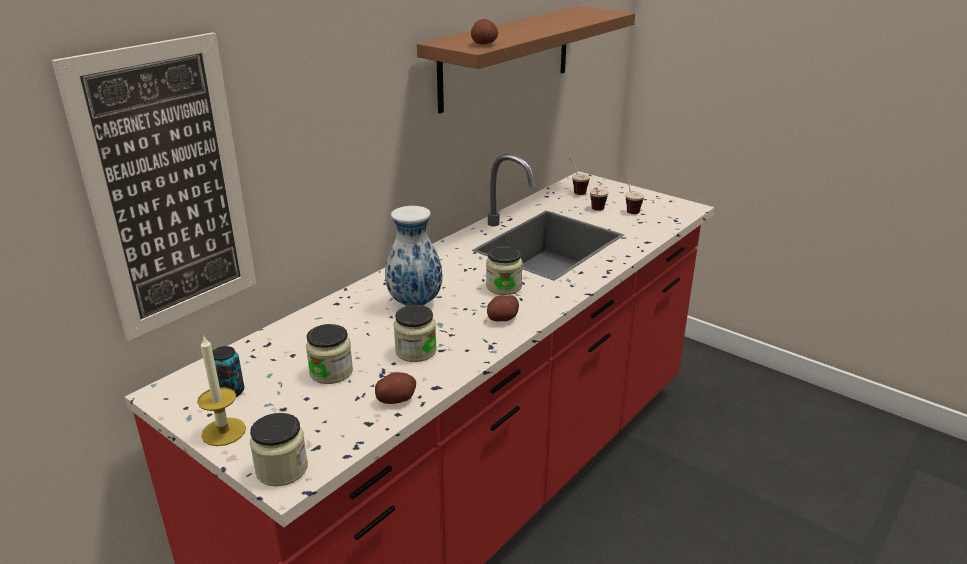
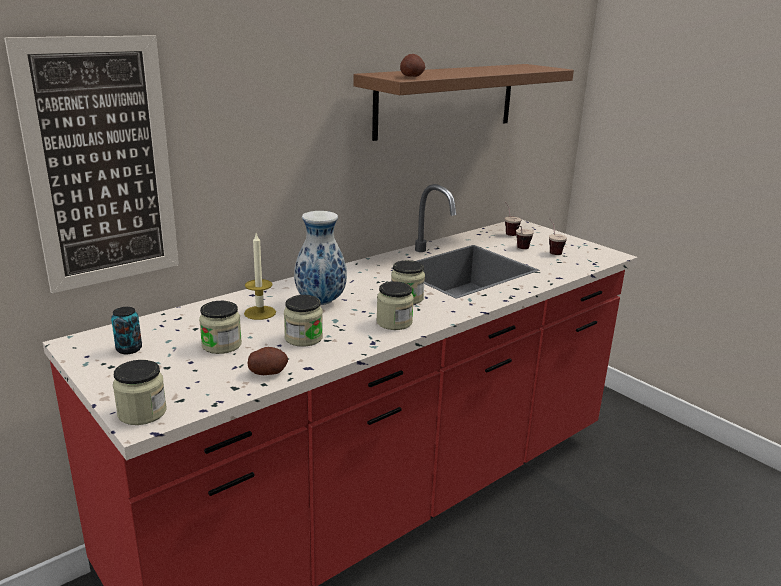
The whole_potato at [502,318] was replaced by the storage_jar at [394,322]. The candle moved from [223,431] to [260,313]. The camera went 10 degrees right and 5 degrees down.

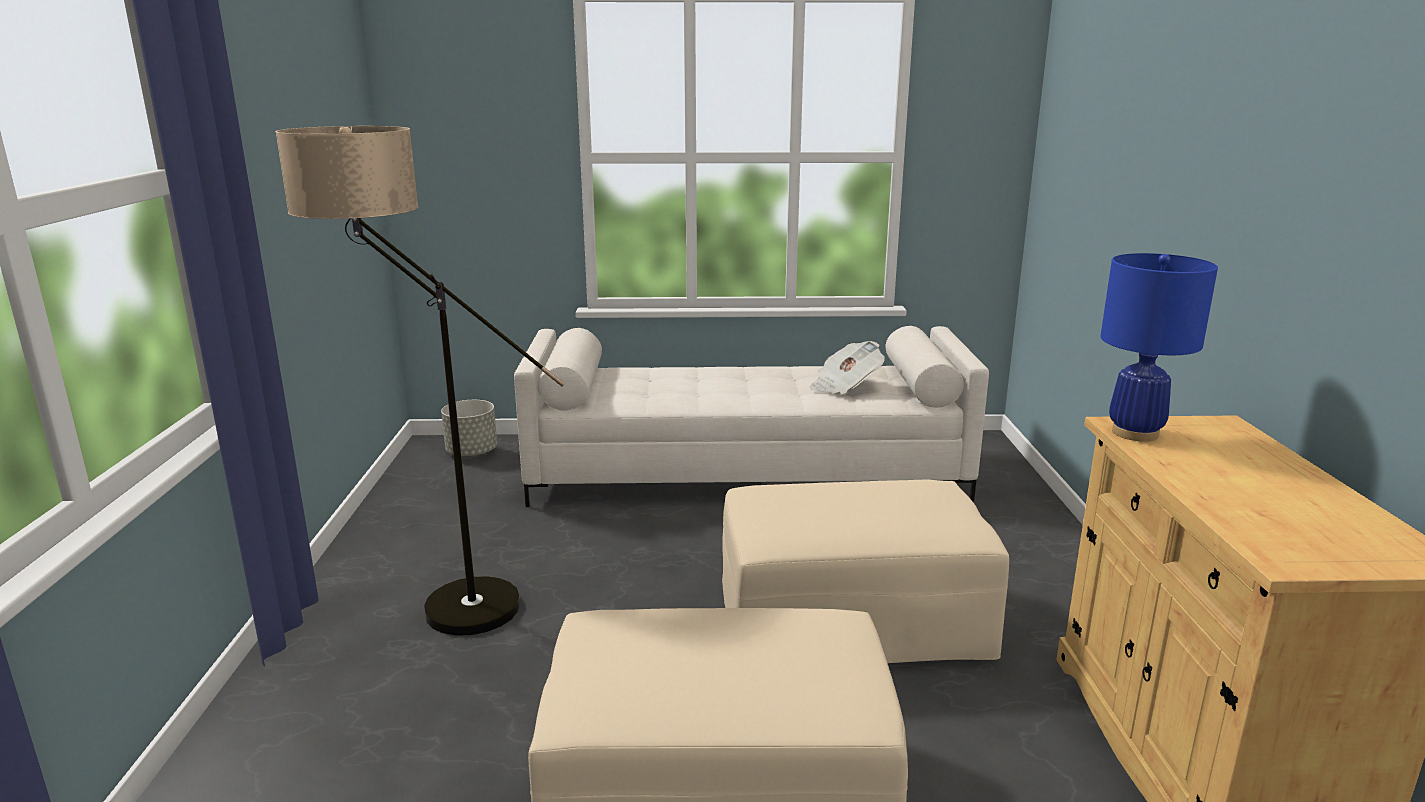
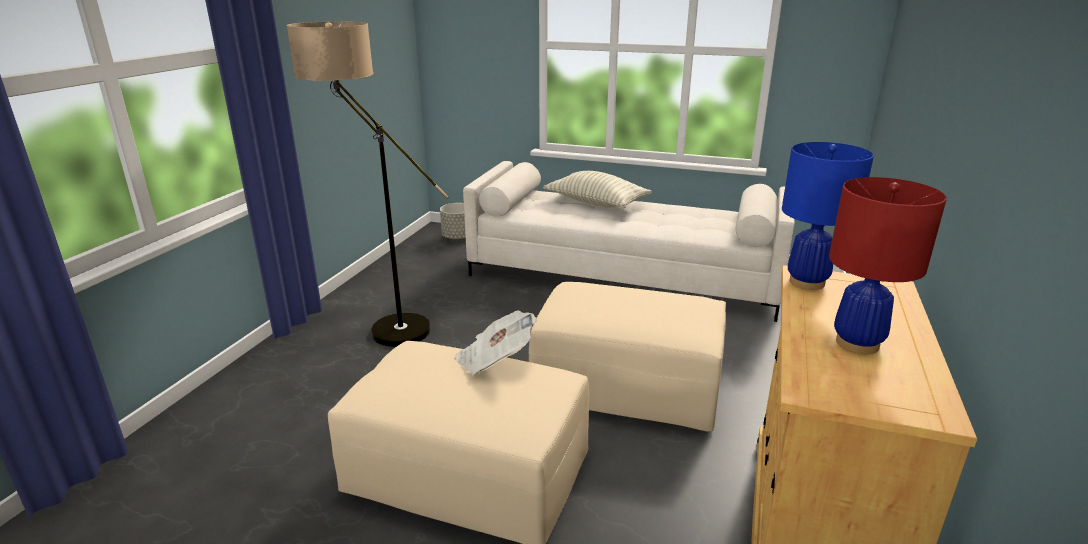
The newspaper moved from [845,386] to [495,360]. The throw_pillow at [596,203] appeared. The red_tabletop_lamp at [857,343] appeared. The camera went 20 degrees right and 5 degrees up.

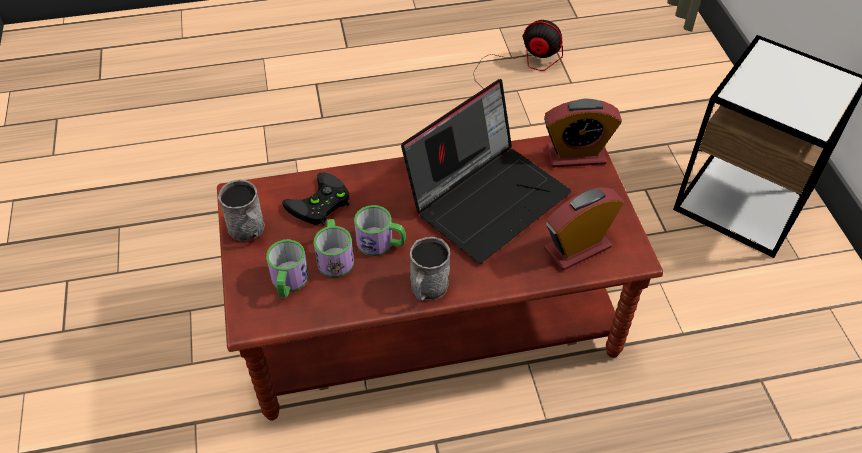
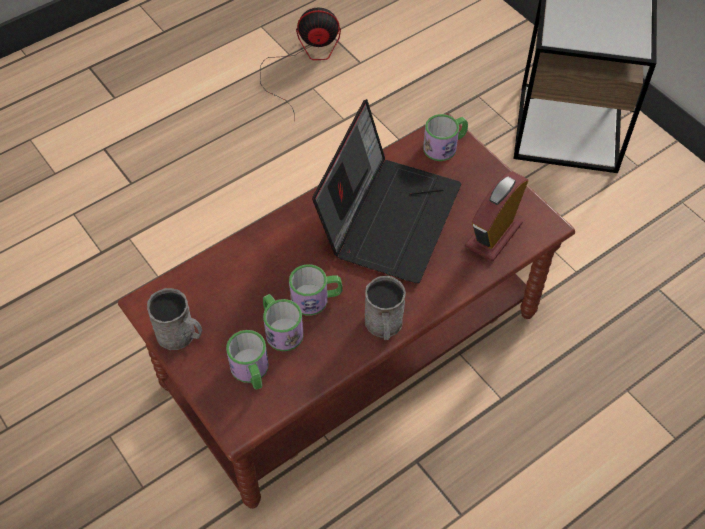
The bedside_clock at [576,155] was replaced by the mug at [445,146]. The black-coloured_game_controller at [319,205] disappeared. The camera went 25 degrees left and 5 degrees up.

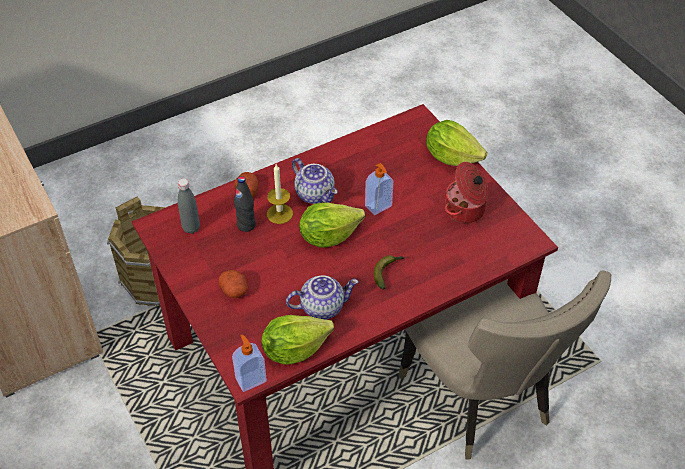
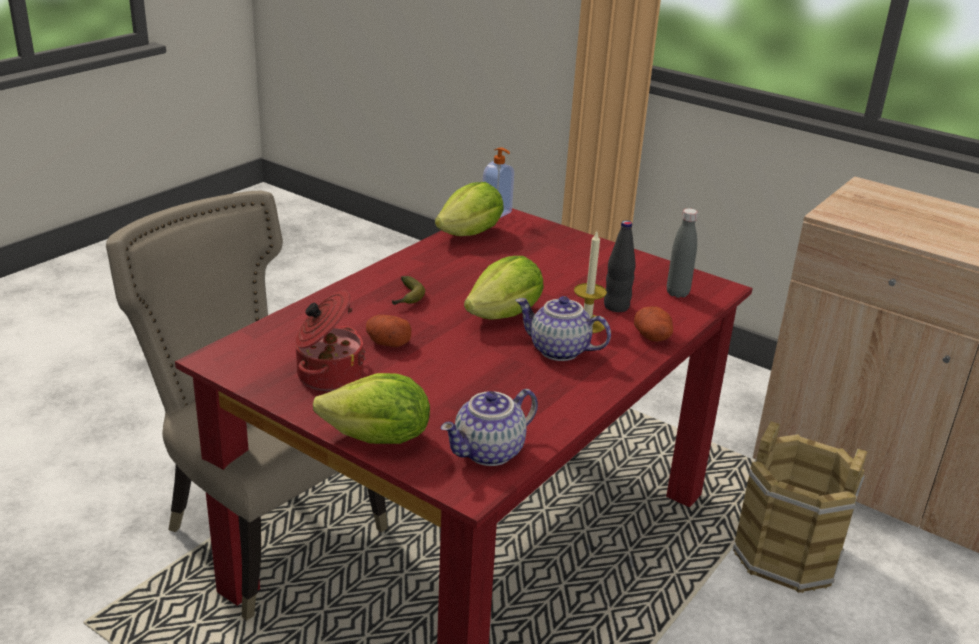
The liquid_soap_bottle at [379,206] disappeared. The whole_potato moved from [235,290] to [387,342]. The pot_for_tea moved from [322,306] to [489,453]. The camera went 155 degrees right and 20 degrees down.

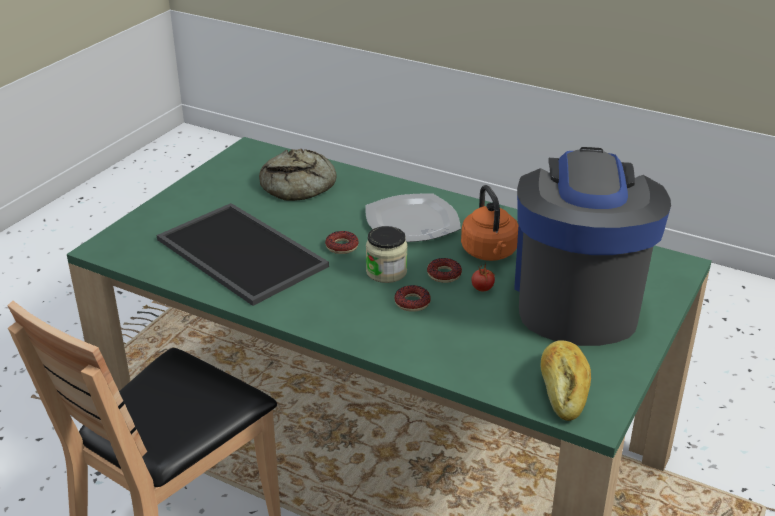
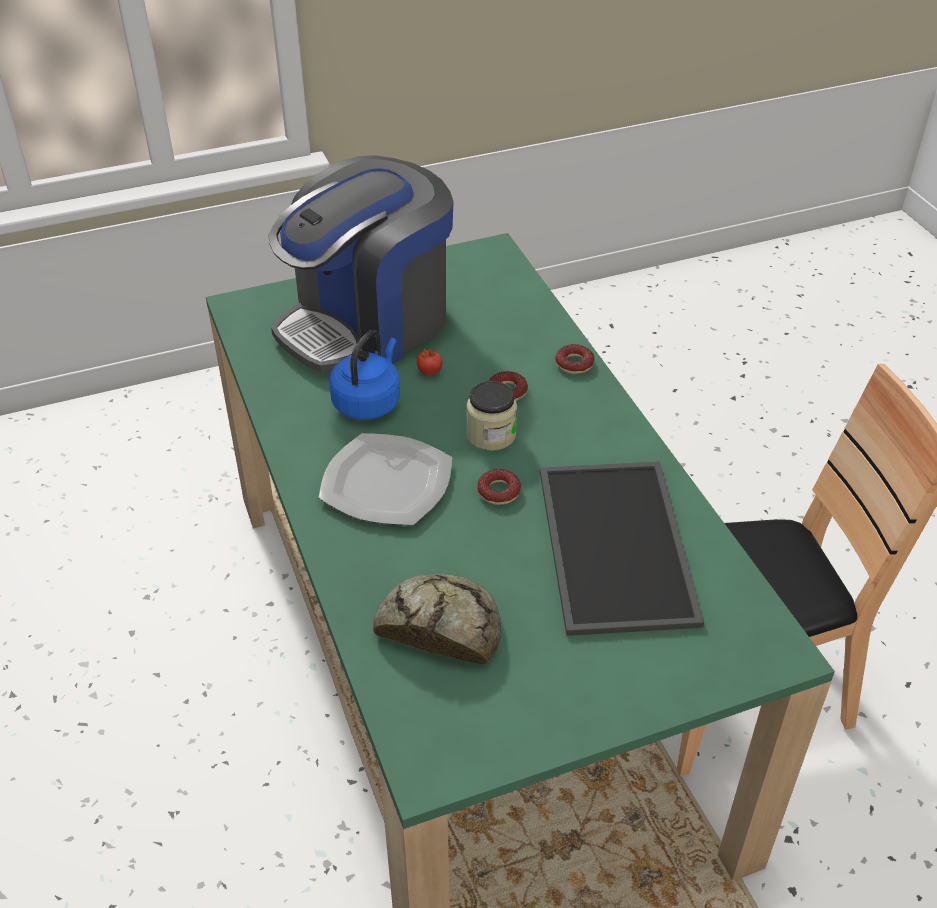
The orange-coloured_water_kettle at [490,253] became the blue_water_kettle at [368,402]. The donut moved from [444,274] to [574,363]. The bread at [563,389] disappeared. The camera went 140 degrees left and 10 degrees up.

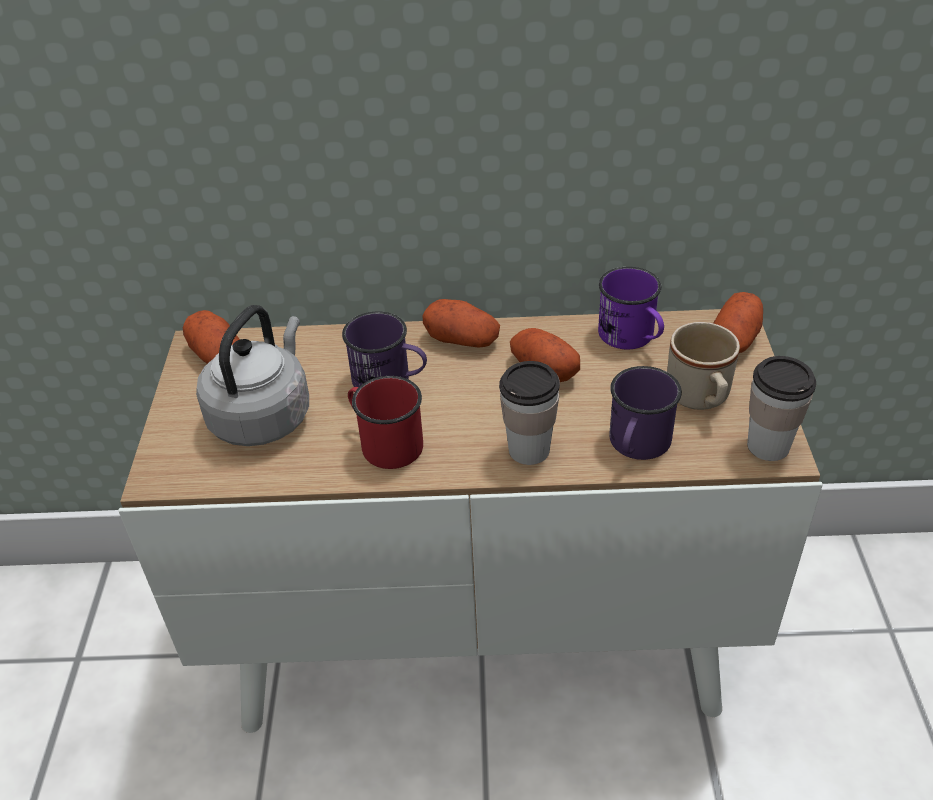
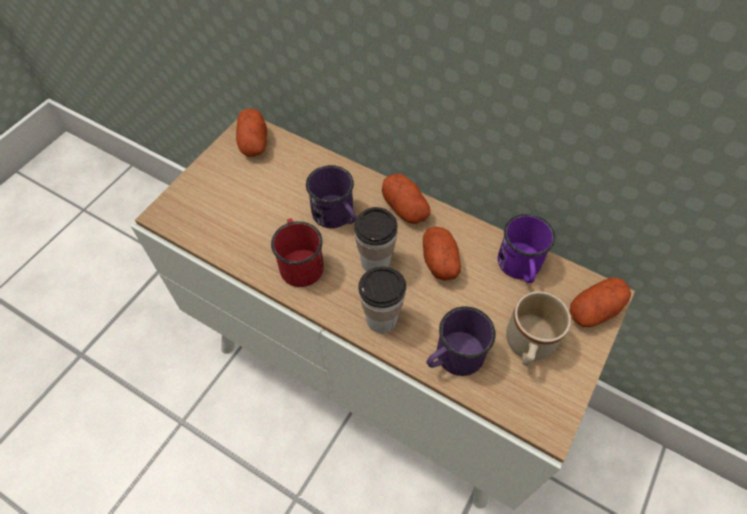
The greyish_water_kettle at [264,416] disappeared. The small_cup moved from [768,446] to [375,262]. The camera went 30 degrees right and 15 degrees up.

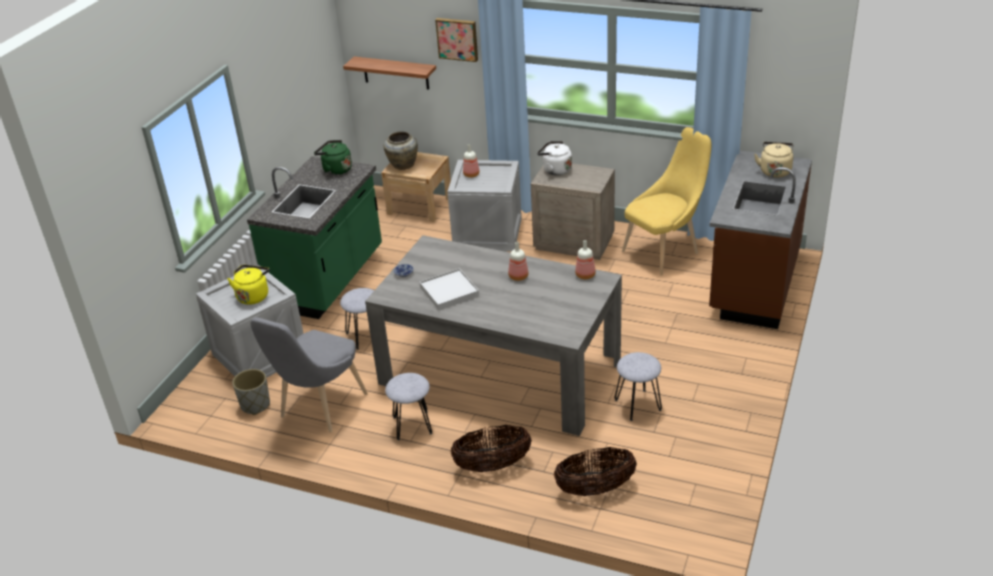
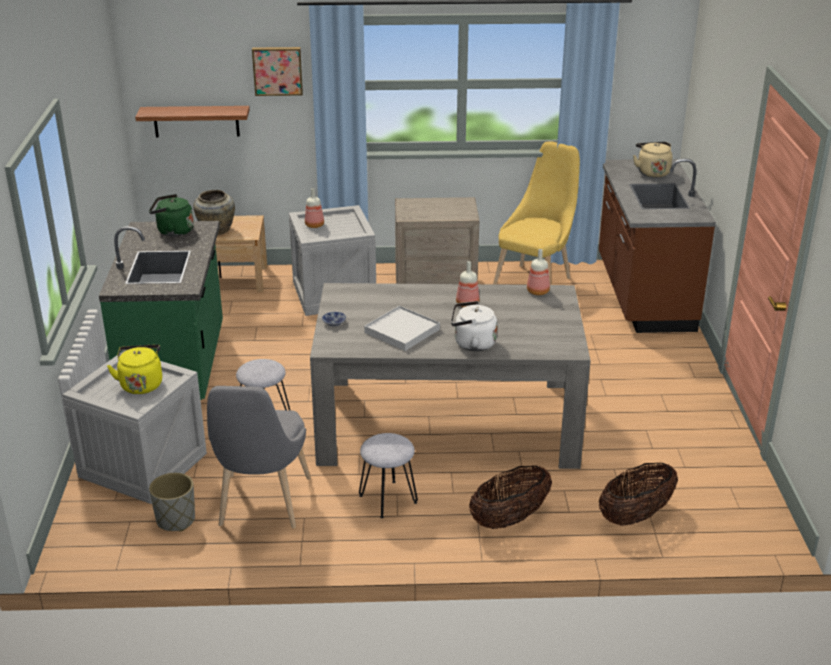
The whitish_water_kettle moved from [555,170] to [472,344]. The greyish_stool_seat at [638,405] disappeared. The camera went 25 degrees left and 5 degrees down.

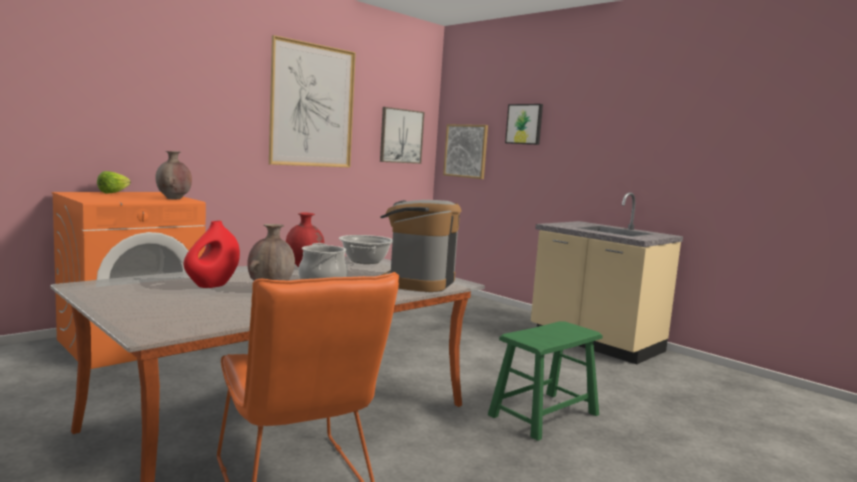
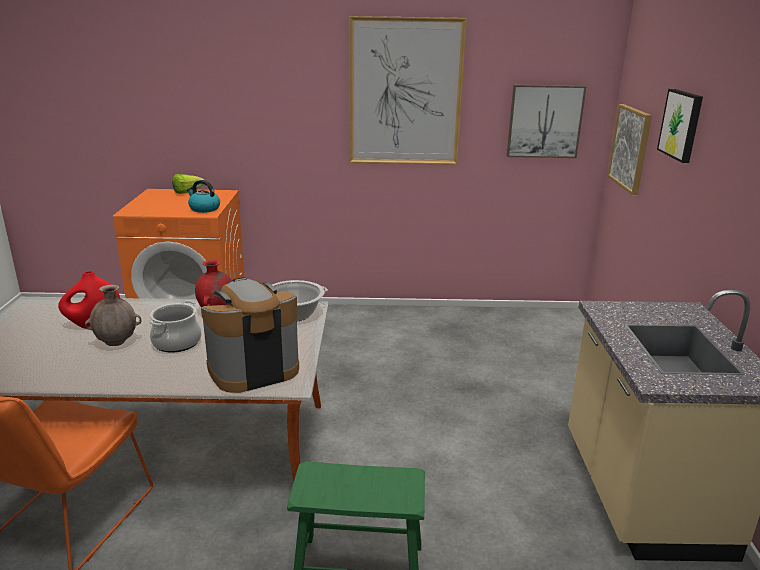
The brownish_vase at [174,199] was replaced by the water_kettle at [204,209]. The camera went 45 degrees right and 15 degrees up.

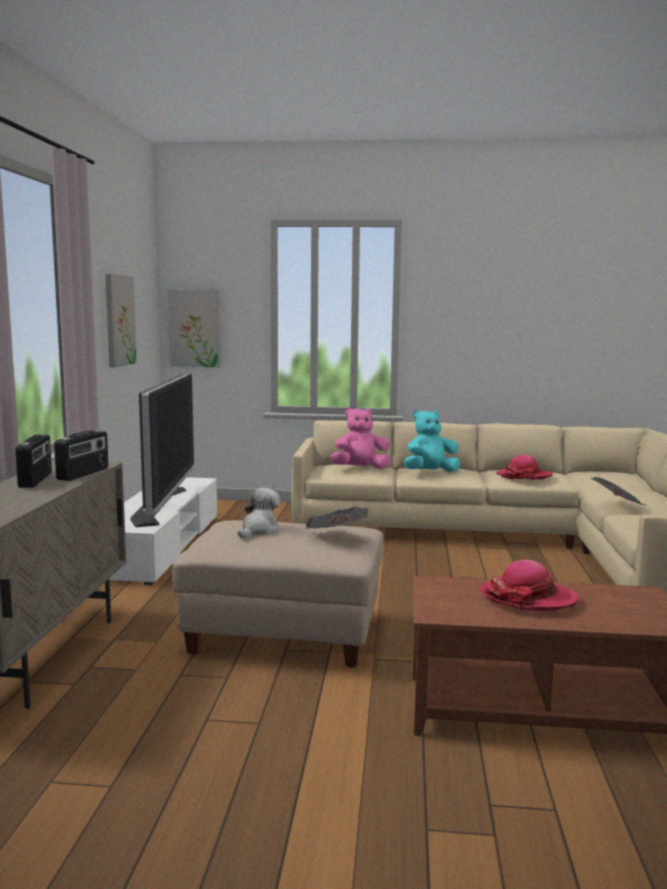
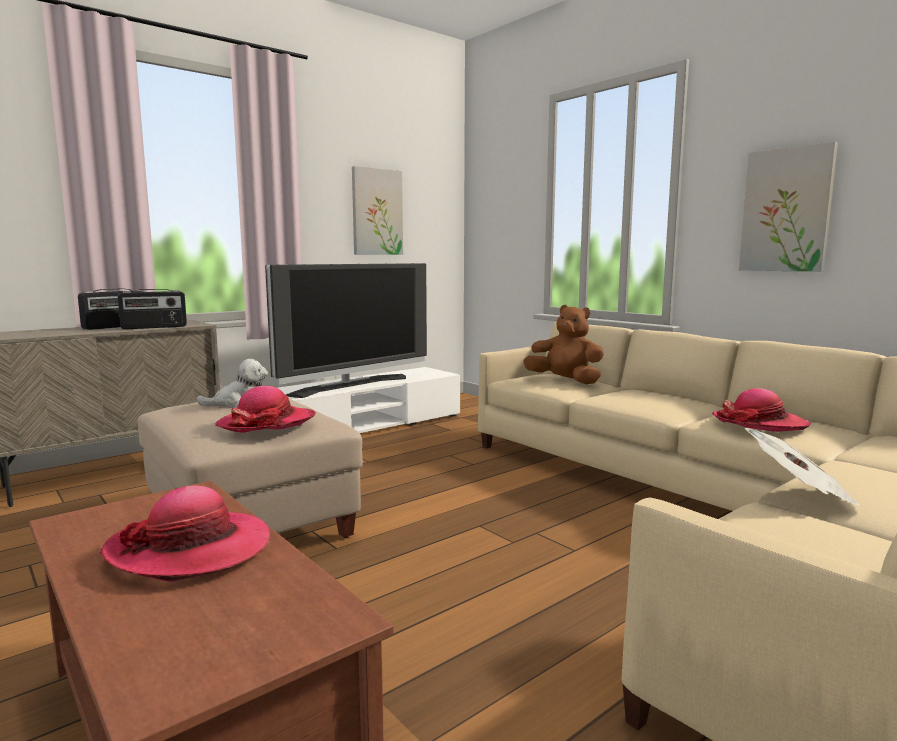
The picture moved from [195,328] to [786,210]. The pink_plush_toy at [360,469] became the brownish_plush_toy at [565,381]. The turquoise-coloured_plush_toy at [430,472] disappeared. The newspaper at [336,536] was replaced by the hat at [267,423]. The camera went 45 degrees right and 0 degrees up.

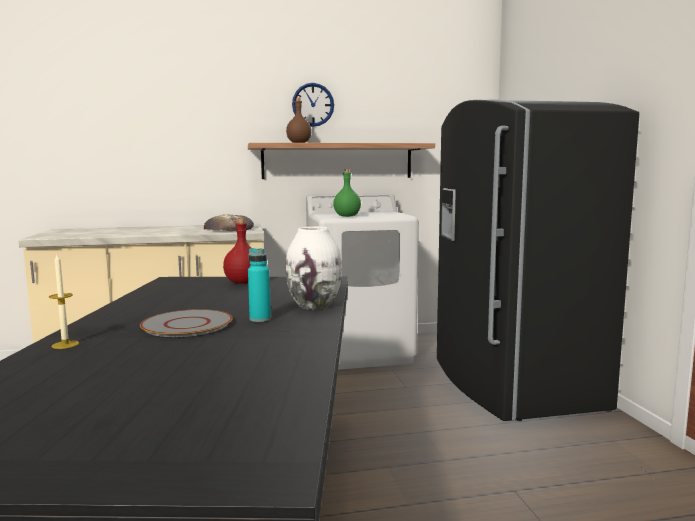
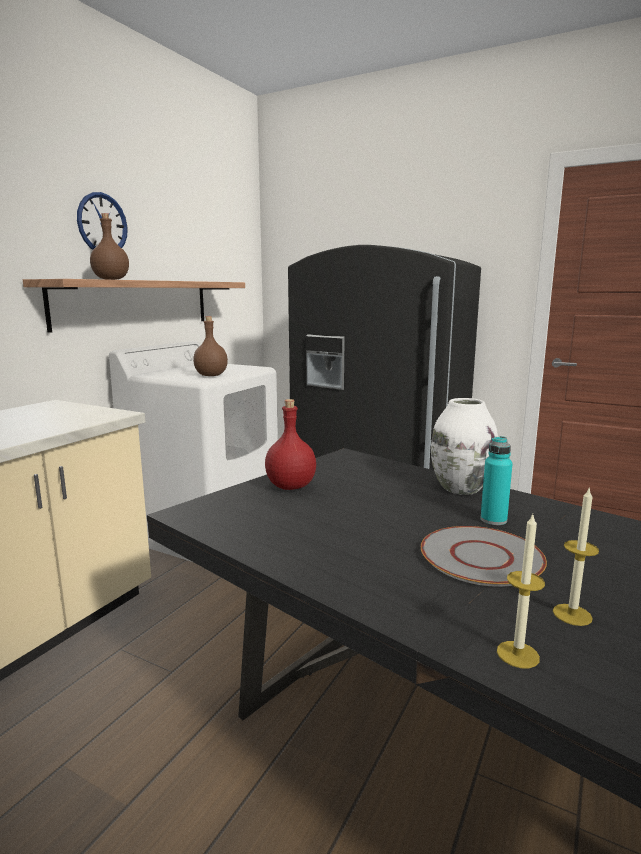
The greenish_beverage_bottle at [347,216] became the brownish_beverage_bottle at [211,375]. The bread at [229,229] disappeared. The candle at [572,614] appeared. The camera went 50 degrees left and 5 degrees up.

